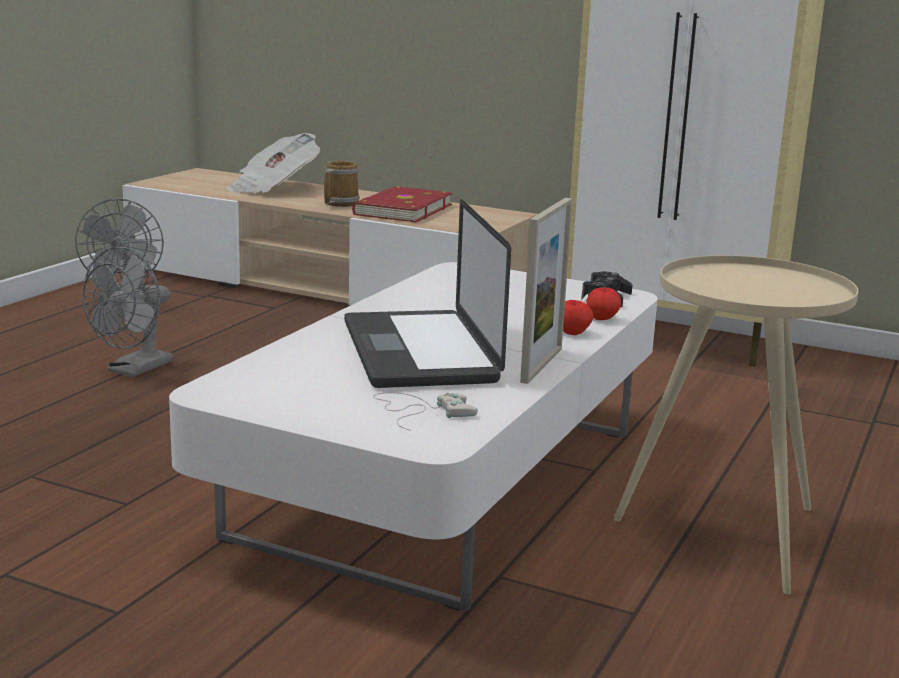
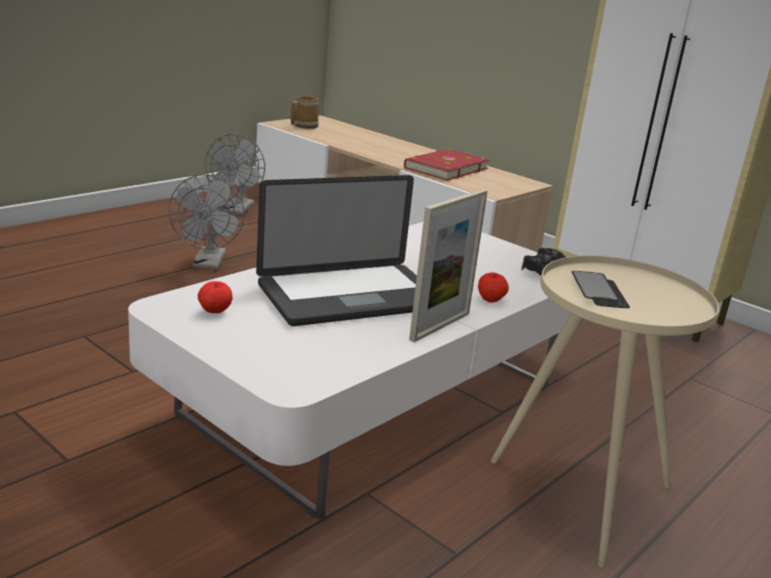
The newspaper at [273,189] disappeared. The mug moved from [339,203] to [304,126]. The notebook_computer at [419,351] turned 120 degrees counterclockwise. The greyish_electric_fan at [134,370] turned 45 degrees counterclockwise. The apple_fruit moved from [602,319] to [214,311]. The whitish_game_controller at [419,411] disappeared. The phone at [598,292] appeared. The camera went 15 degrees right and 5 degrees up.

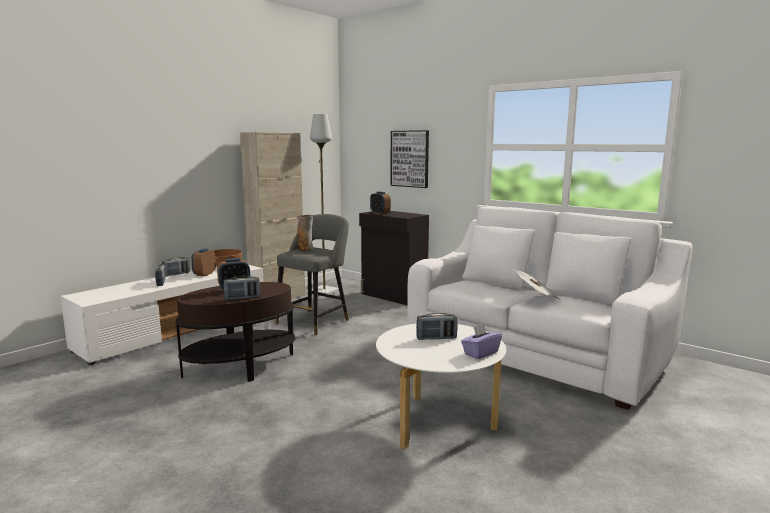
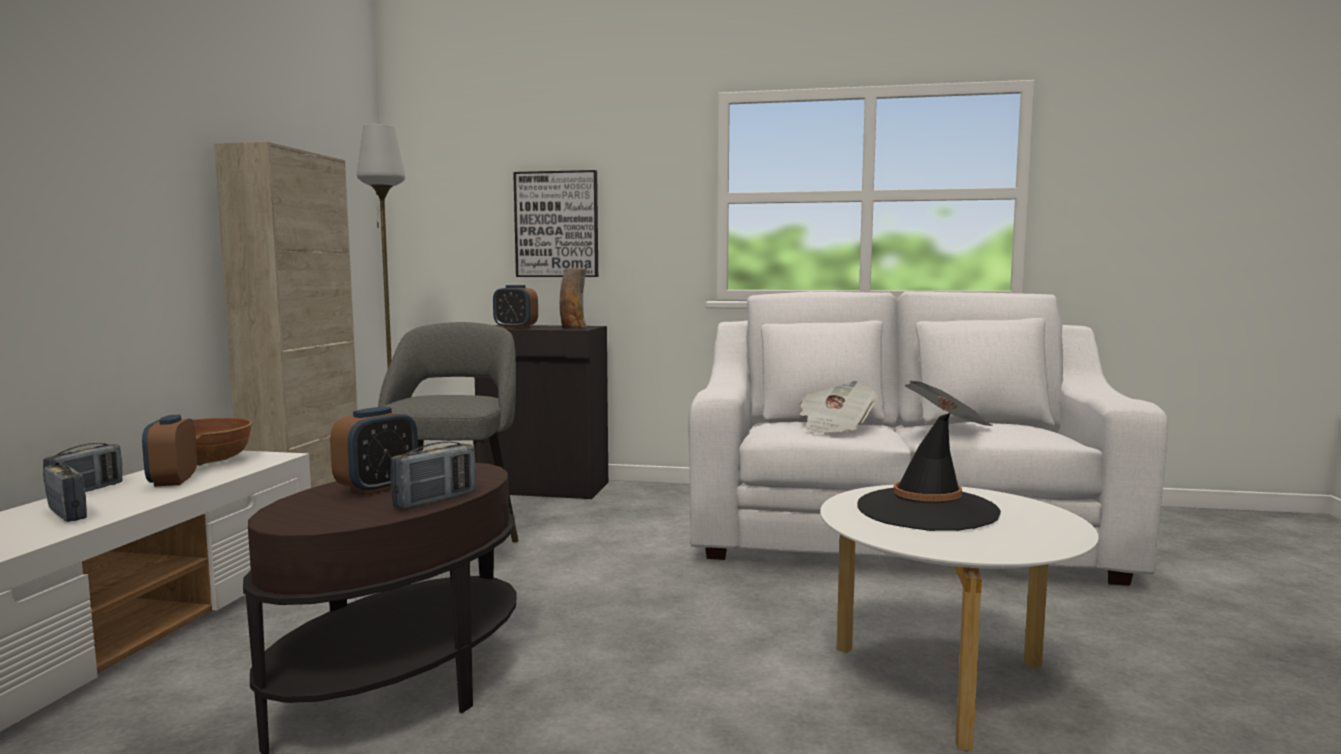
The vase moved from [305,250] to [573,328]. The radio_receiver at [436,338] was replaced by the black-coloured_hat at [926,510]. The purple_tissue_box at [480,353] disappeared. The newspaper at [834,427] appeared. The camera went 30 degrees left and 5 degrees down.

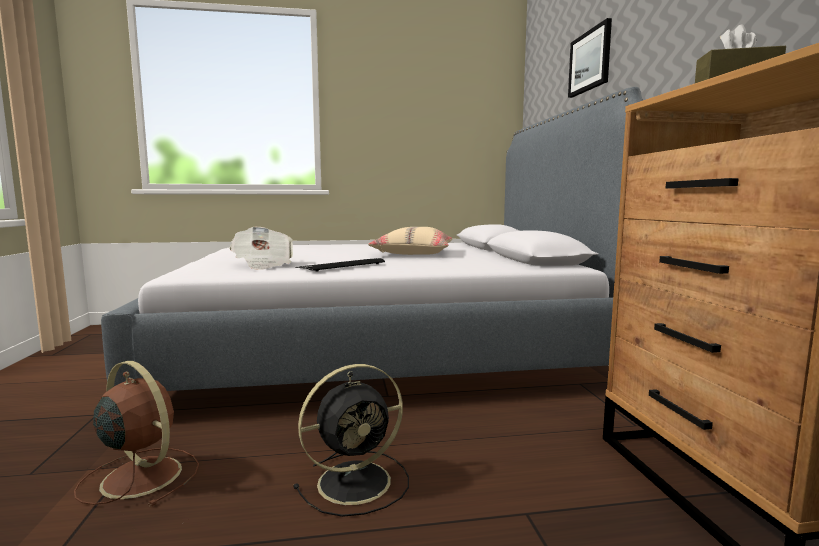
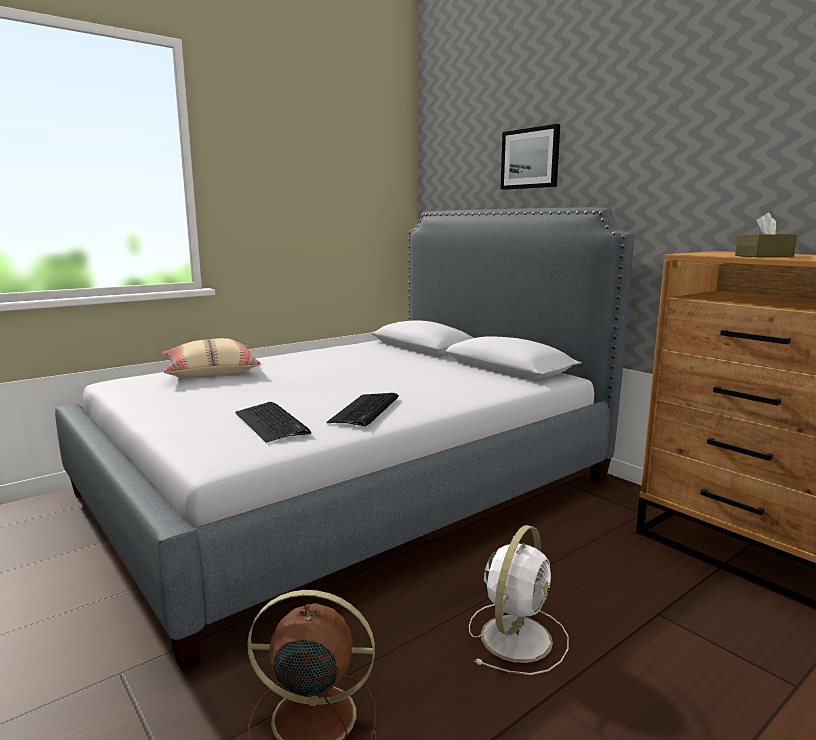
The newspaper at [263,265] was replaced by the computer_keyboard at [272,423]. The beige_throw_pillow moved from [413,253] to [210,371]. The black-coloured_electric_fan at [357,481] became the whitish_electric_fan at [517,636]. The camera went 30 degrees left and 5 degrees up.

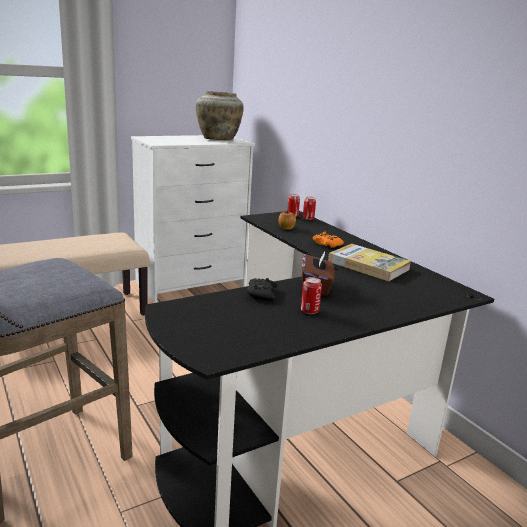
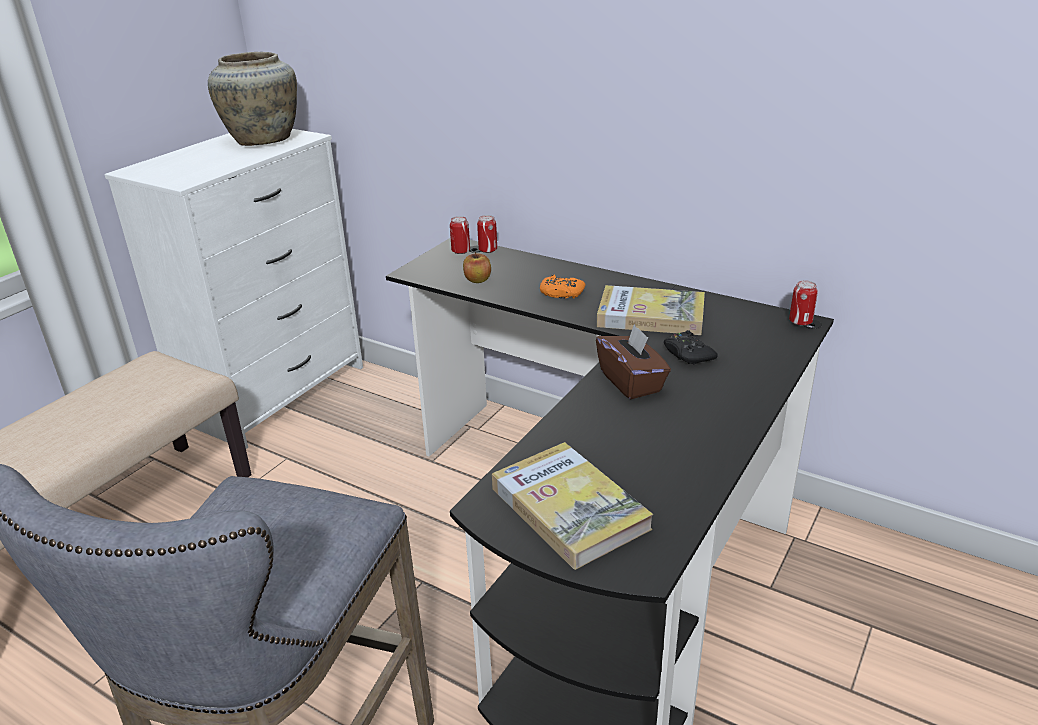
The can moved from [309,311] to [800,321]. The black-coloured_game_controller moved from [261,294] to [688,354]. The book at [569,508] appeared. The camera went 25 degrees left and 10 degrees up.

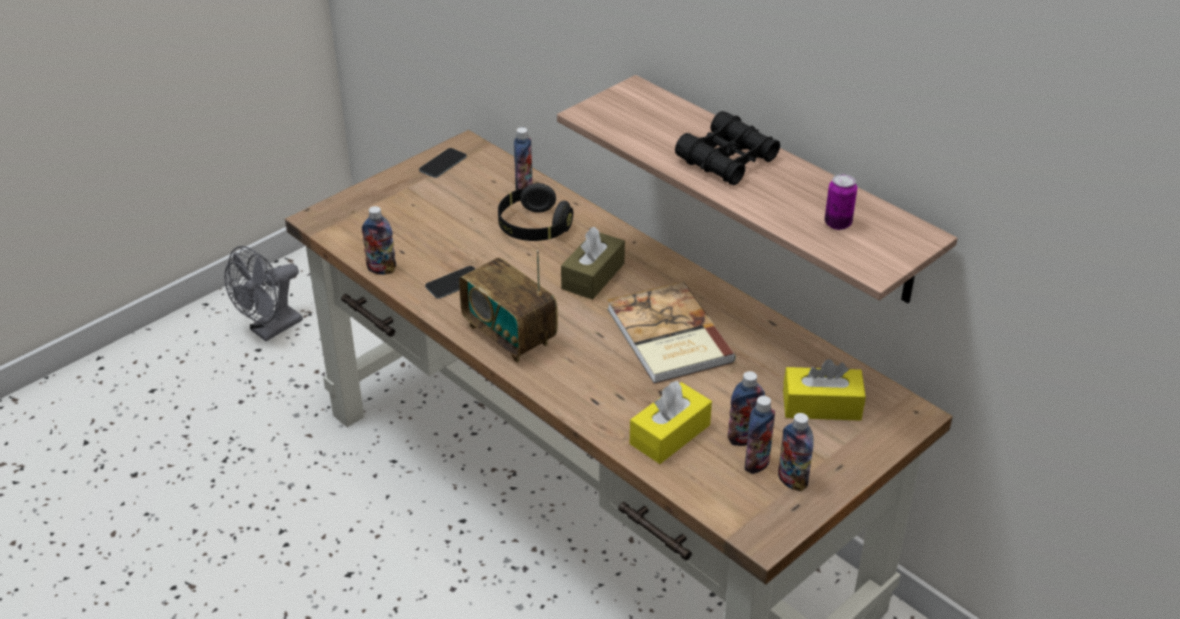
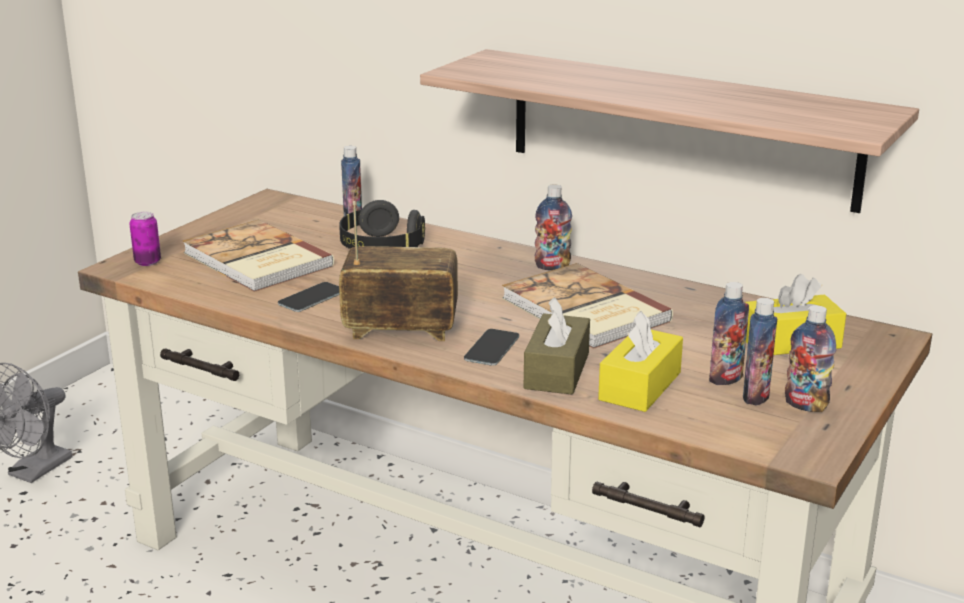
The black-coloured_field_glasses at [727,159] disappeared. The phone moved from [443,163] to [492,348]. The can moved from [837,224] to [147,262]. The beverage_bottle moved from [381,269] to [552,266]. The brownish_tissue_box moved from [593,276] to [557,371]. The radio_receiver at [509,335] turned 150 degrees clockwise. The book at [256,261] appeared. The camera went 15 degrees left and 15 degrees down.

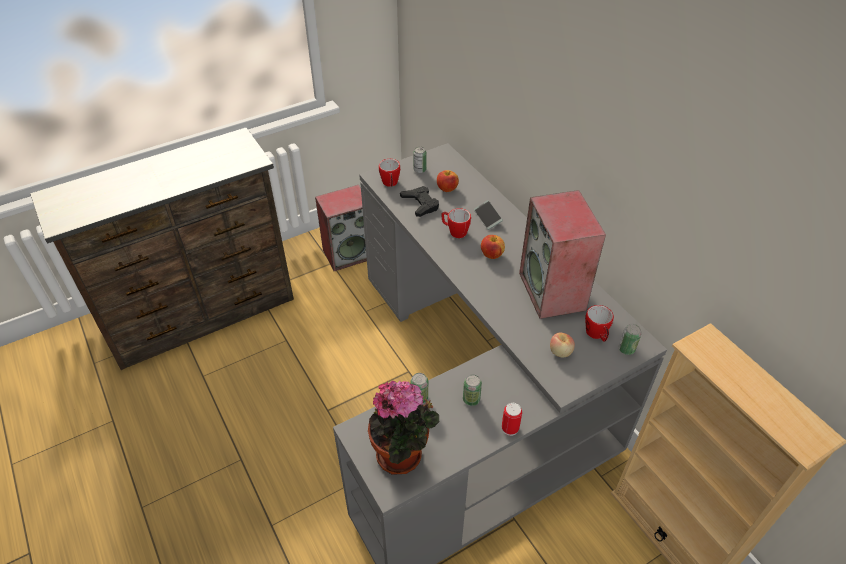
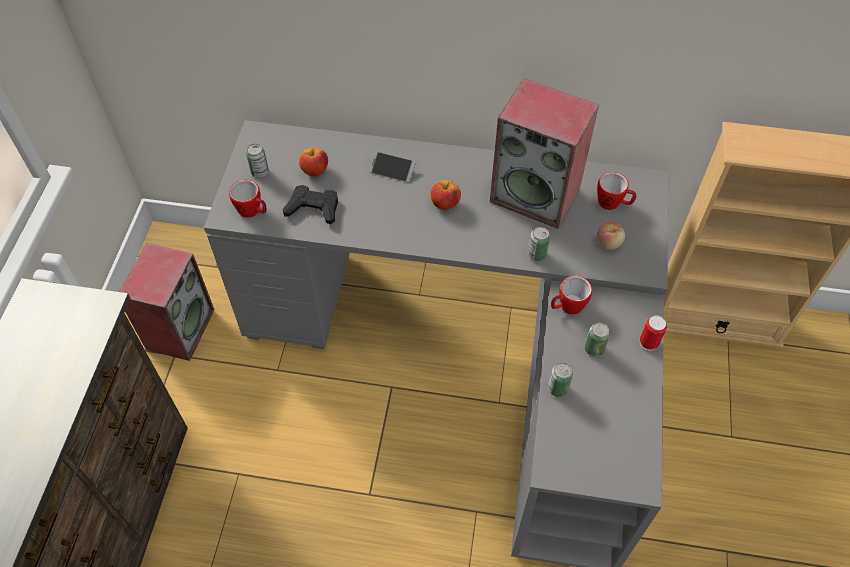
The mug moved from [455,231] to [567,307]. The can moved from [626,349] to [536,254]. The potted_plant at [403,456] disappeared. The camera went 50 degrees left and 10 degrees up.

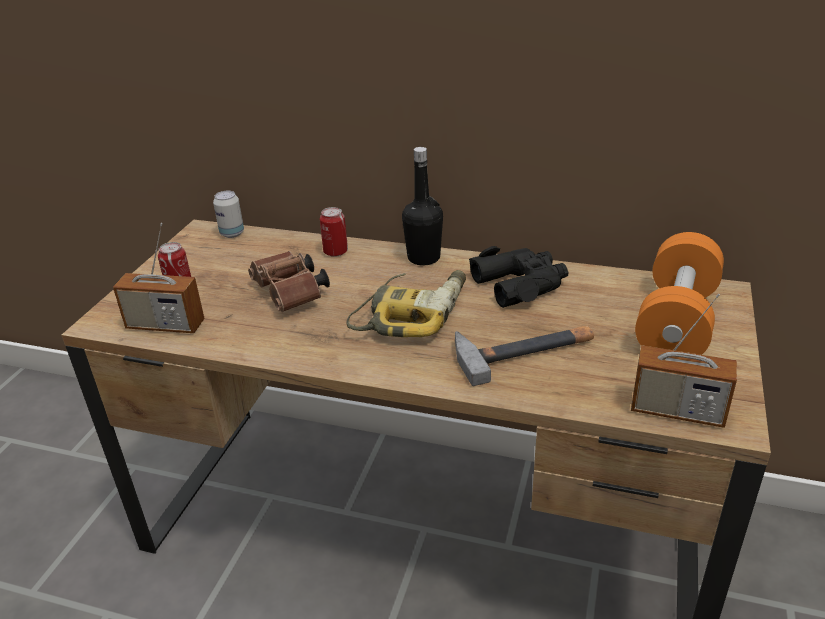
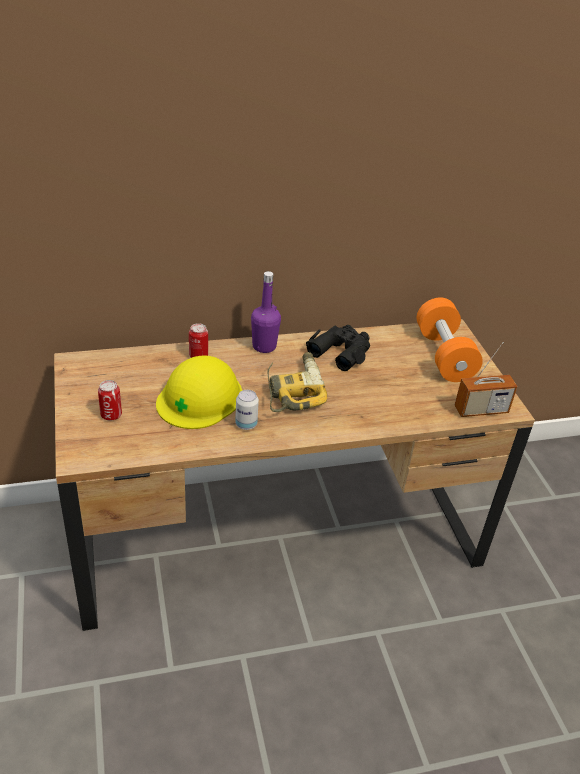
The black-coloured_beverage_bottle at [423,258] became the purple_beverage_bottle at [264,346]. The can moved from [232,233] to [246,424]. The radio_receiver at [165,325] disappeared. The brownish_field_glasses at [291,295] was replaced by the yellowish_work_helmet at [200,397]. The tool_hammer at [524,350] disappeared. The camera went 35 degrees left and 5 degrees up.

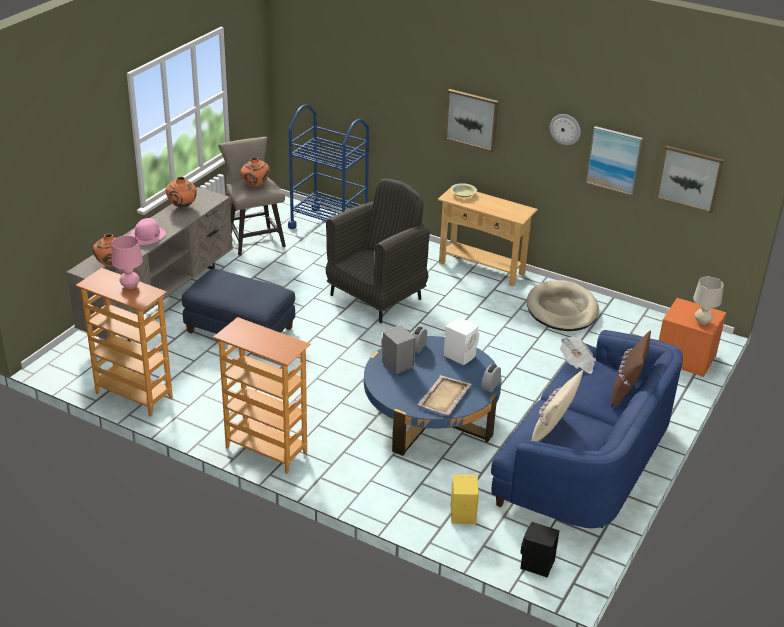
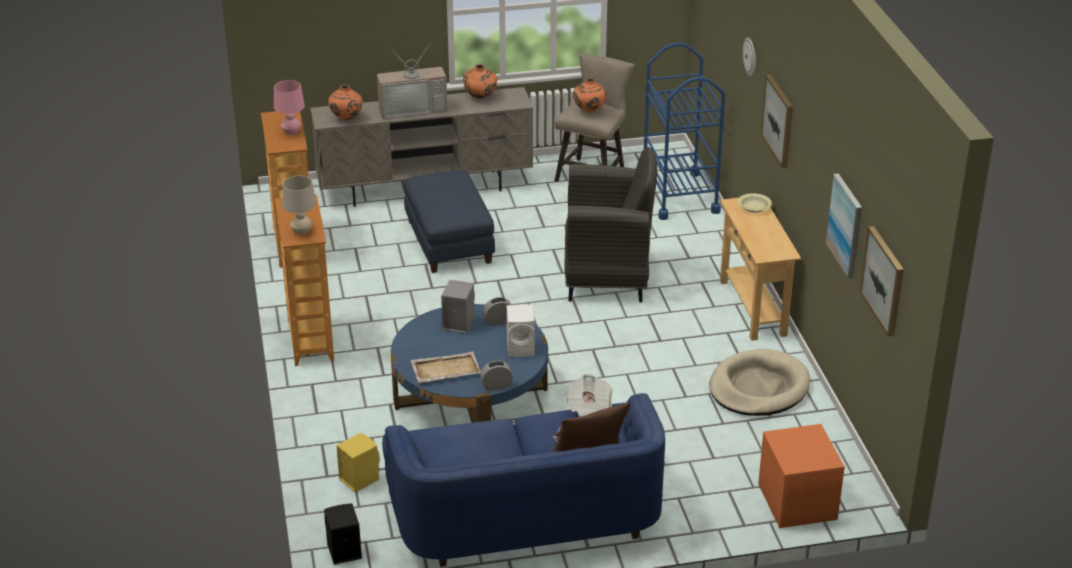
The clock_on_the_wall moved from [565,129] to [750,56]. The pink_hat at [147,235] was replaced by the TV_set at [412,108]. The beige_tabletop_lamp moved from [702,322] to [301,231]. The beige_throw_pillow at [553,431] disappeared. The camera went 50 degrees right and 0 degrees up.

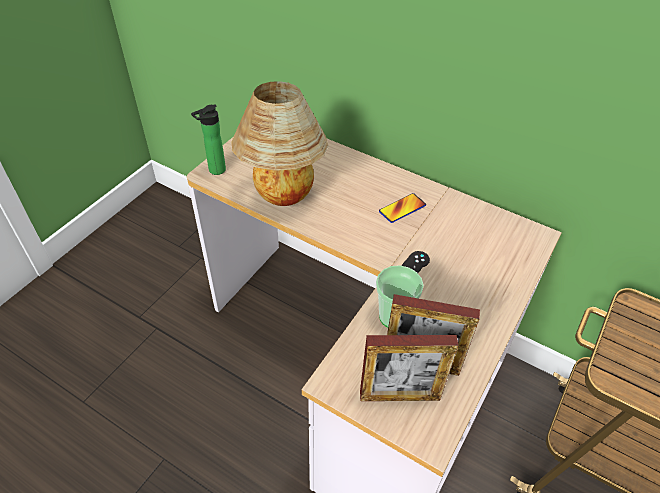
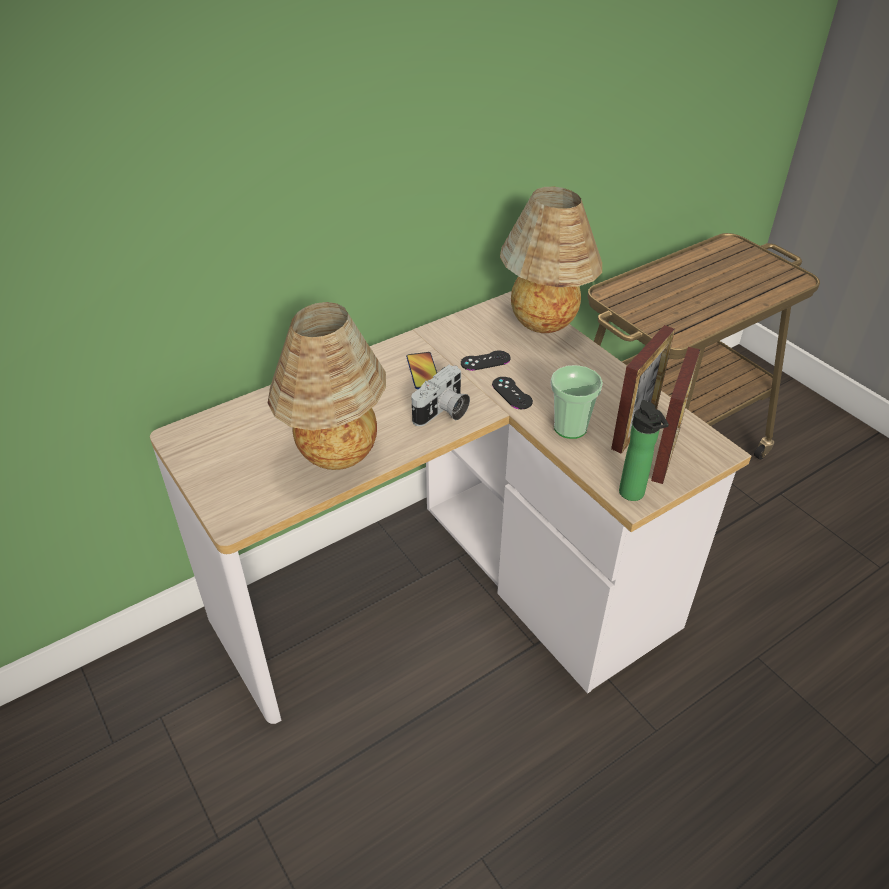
The beverage_bottle moved from [215,171] to [633,495]. The tabletop_lamp at [544,328] appeared. The black-coloured_game_controller at [485,361] appeared. The still_camera at [443,412] appeared. The camera went 65 degrees left and 5 degrees down.

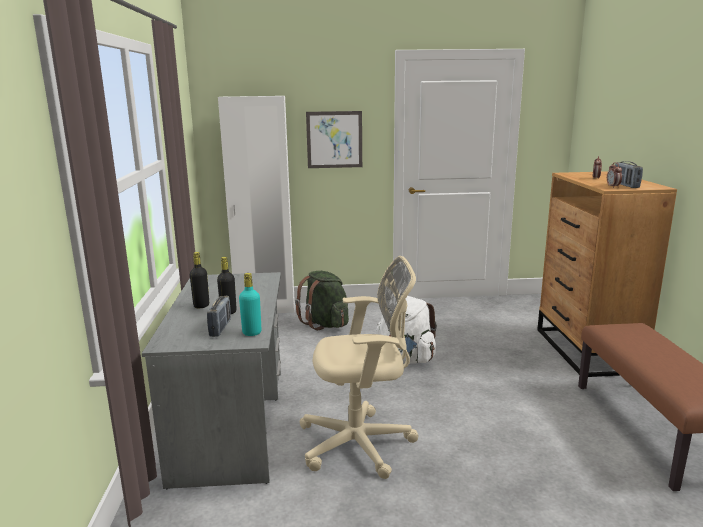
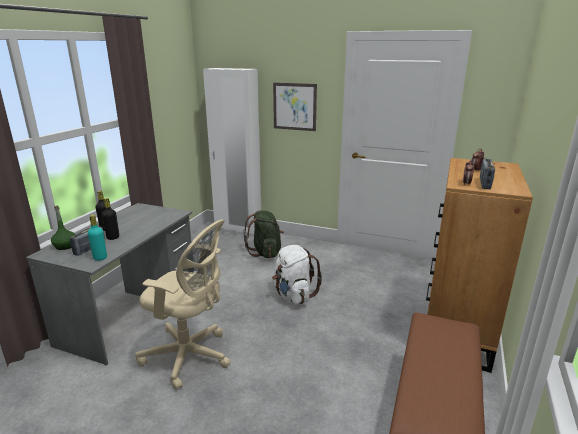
The greenish_beverage_bottle at [65,246] appeared. The camera went 25 degrees right and 5 degrees up.

